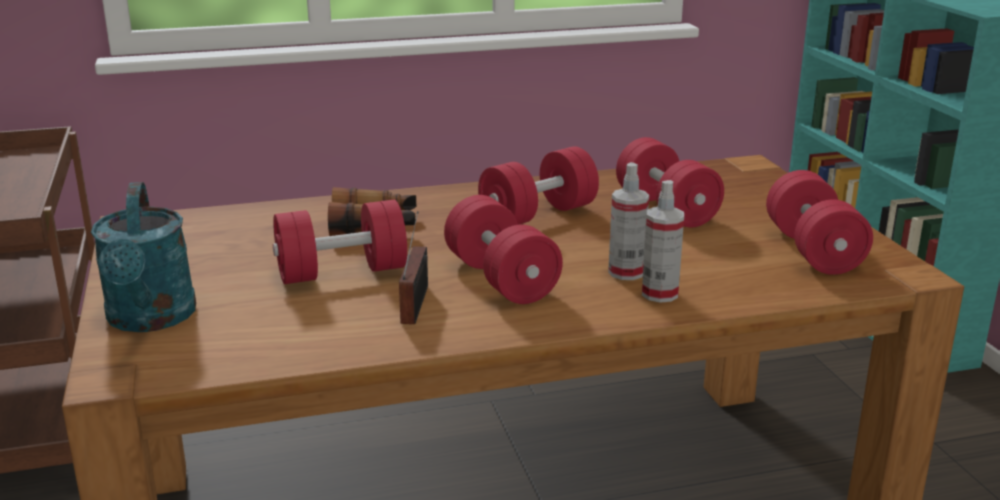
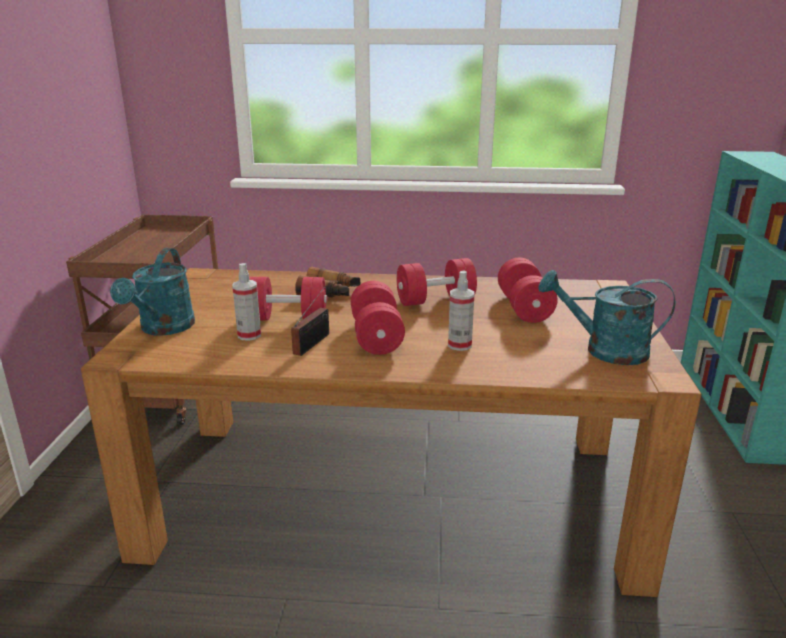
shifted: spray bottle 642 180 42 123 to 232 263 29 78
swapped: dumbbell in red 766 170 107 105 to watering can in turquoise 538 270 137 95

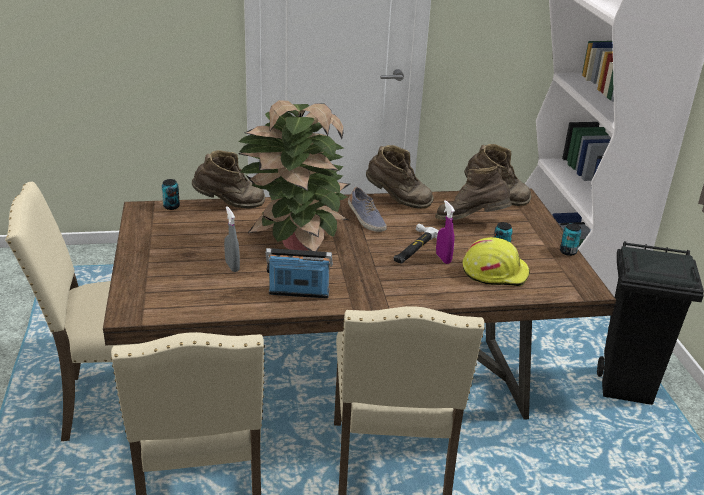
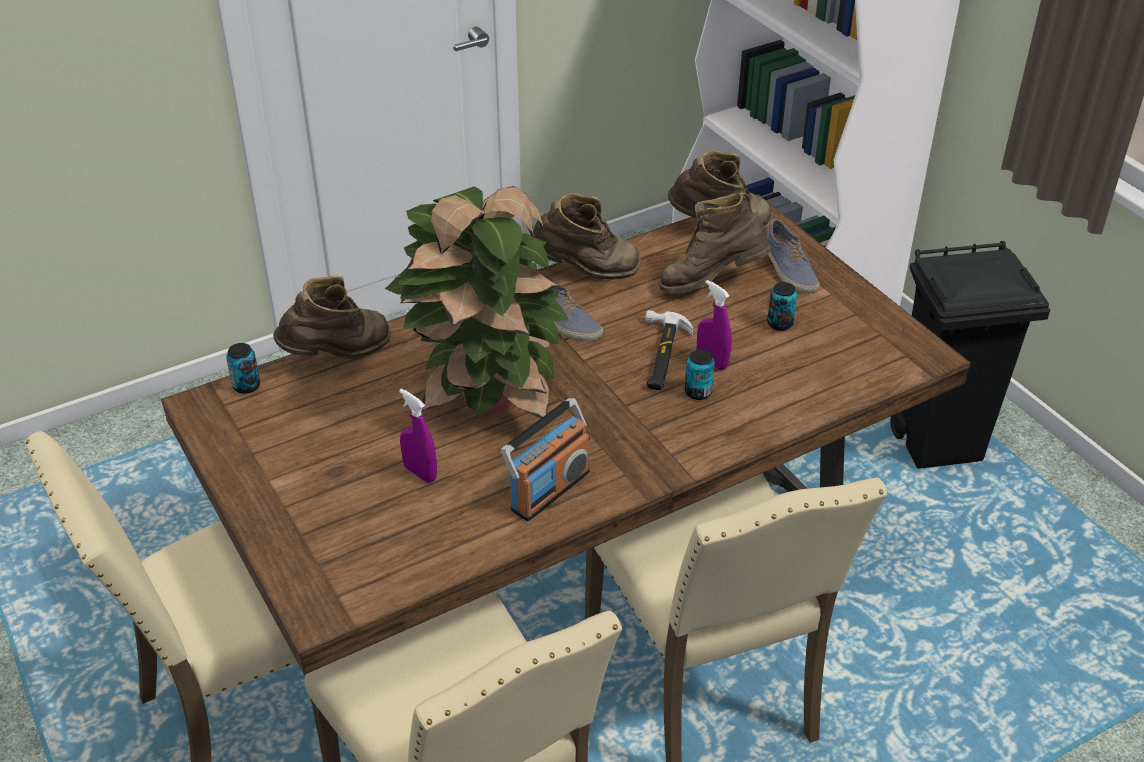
gone: hard hat in yellow 463 237 67 49
new: shoe 766 219 54 74
shifted: can 560 223 21 33 to 685 349 30 51
repainted: spray bottle in grey 224 206 16 66 to spray bottle in purple 399 389 38 94
rotated: radio 266 248 67 50 = 501 398 89 123 150 degrees clockwise

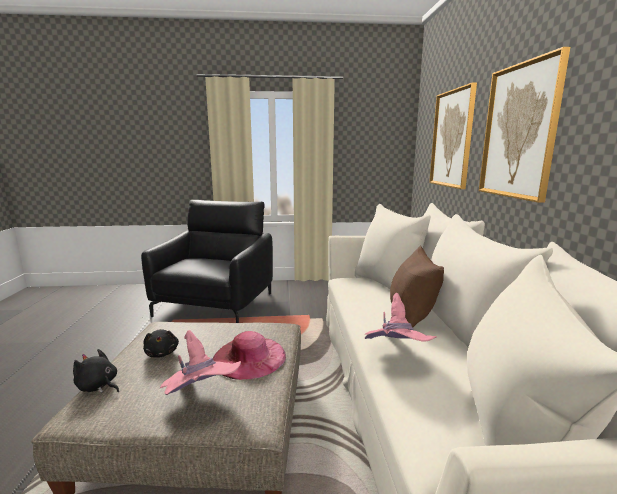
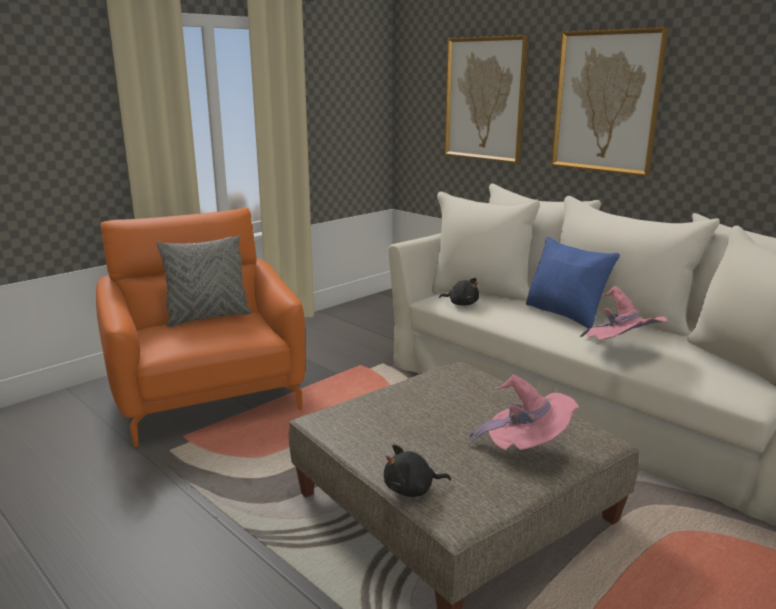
gone: hat in pink 213 331 73 49
new: pillow in grey 156 235 96 92
shifted: plush toy in black 143 329 36 29 to 439 278 40 28
repainted: armchair in black 141 200 132 123 to armchair in orange 96 208 210 239; pillow in brown 390 246 54 82 to pillow in blue 526 237 94 92

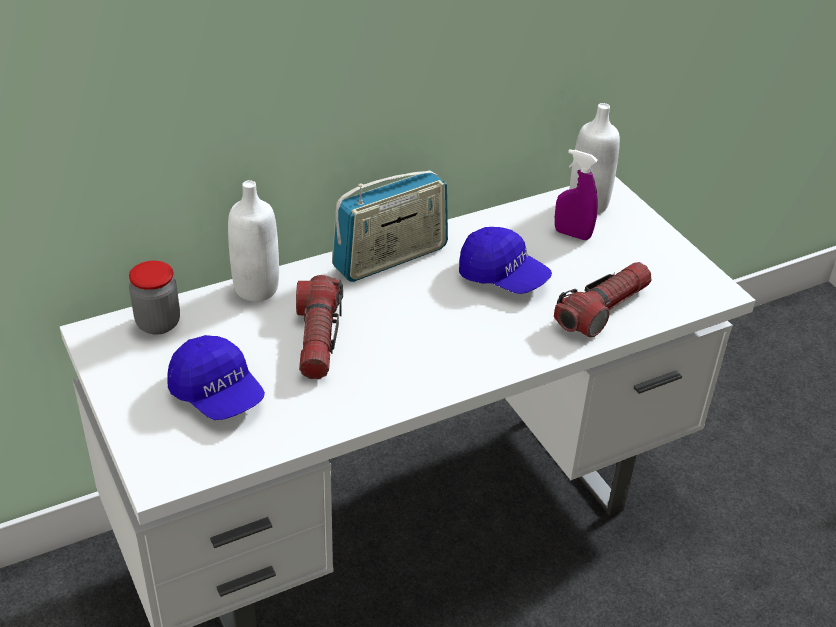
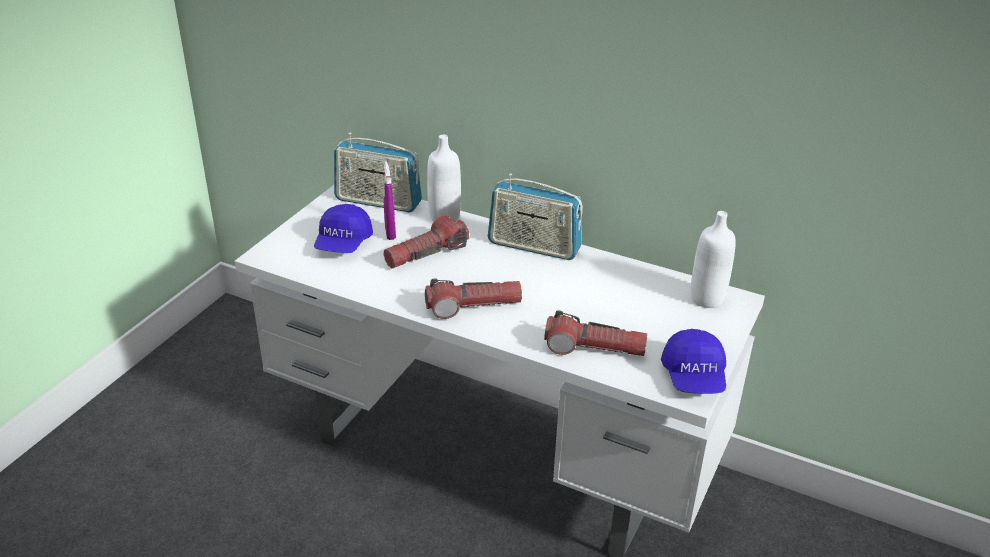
new: flashlight 425 278 97 41
shifted: spray bottle in purple 555 149 43 91 to 384 162 12 78; cap in blue 459 227 93 67 to 661 329 65 65
swapped: jar 129 261 51 74 to radio 334 133 88 79

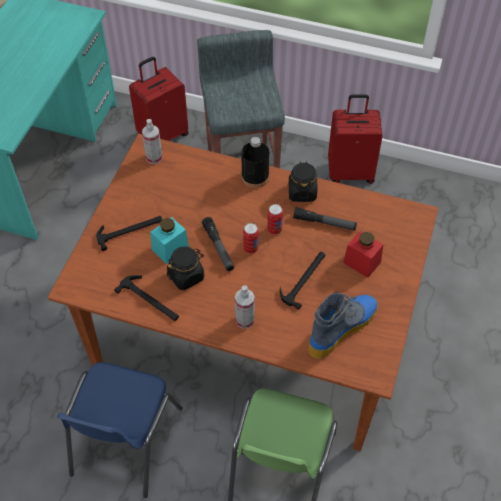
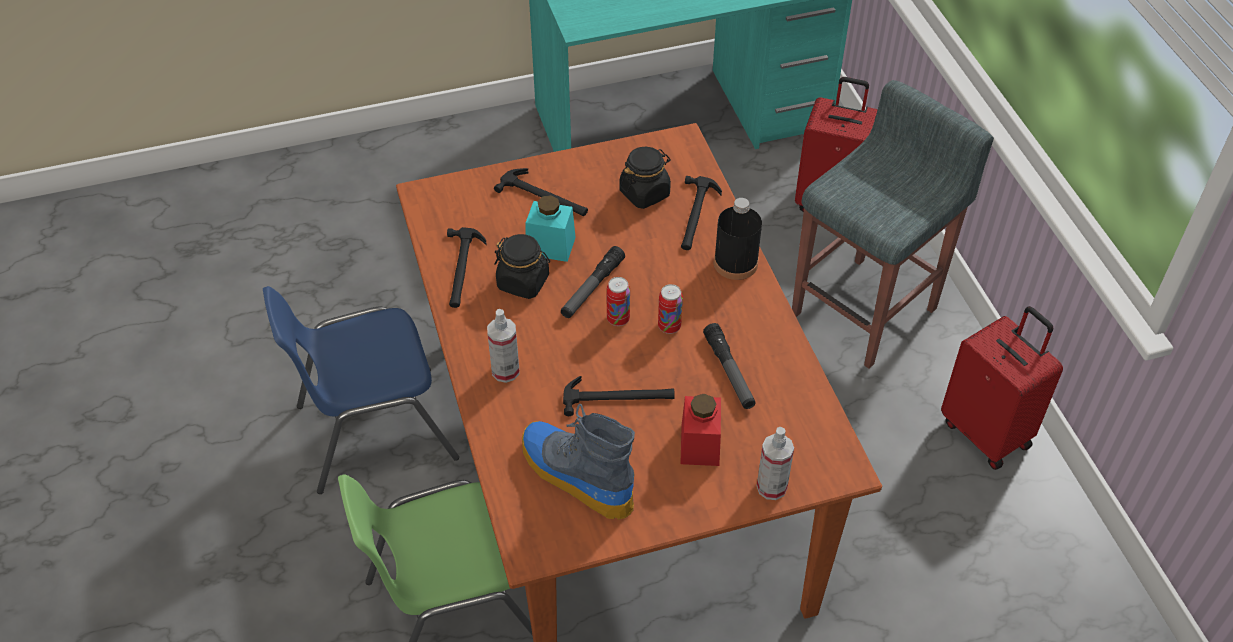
new: hammer 681 176 41 74
shifted: jar in black 289 161 28 41 to 620 147 51 62; spray bottle 142 119 21 45 to 757 427 37 73
rotated: boot 308 292 70 67 = 522 404 113 116 150 degrees counterclockwise

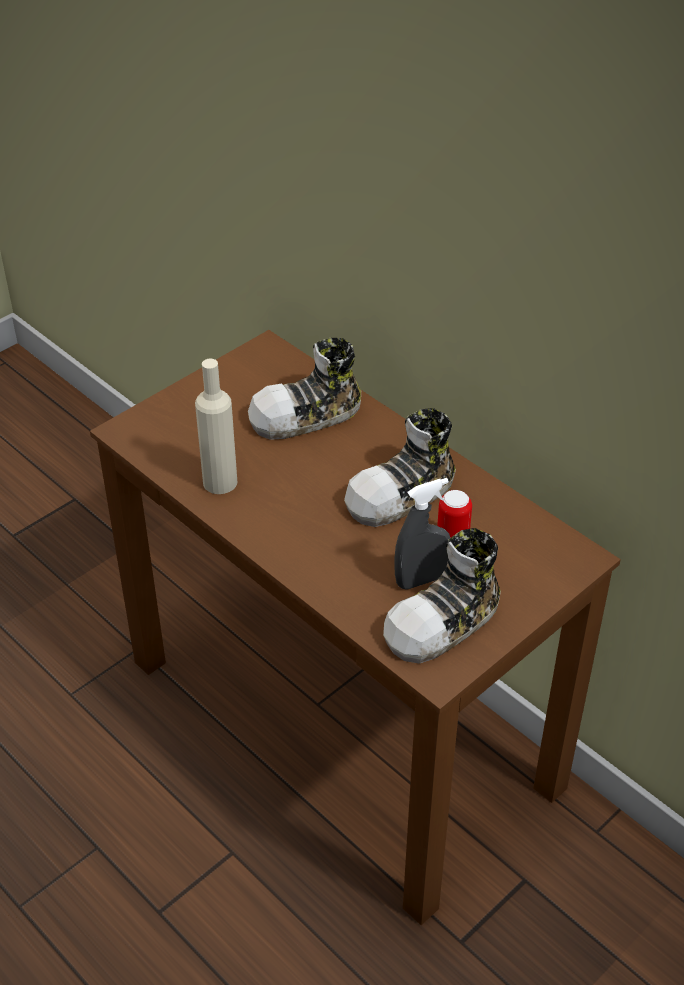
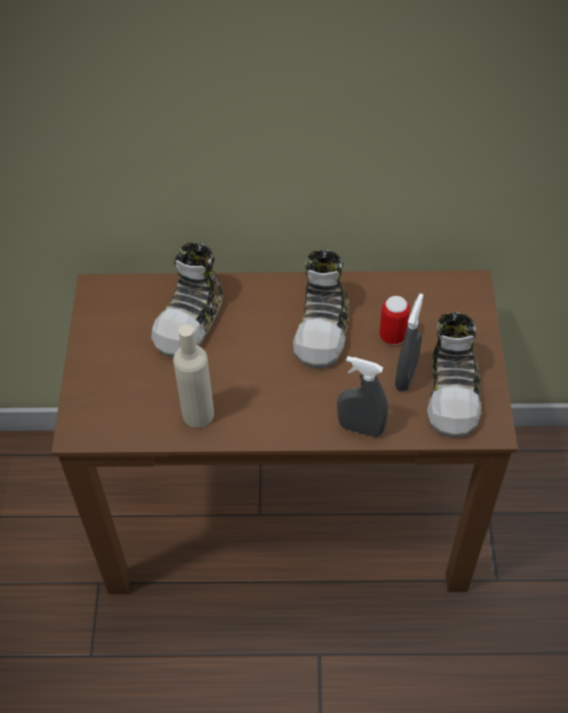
new: spray bottle in grey 337 356 51 81

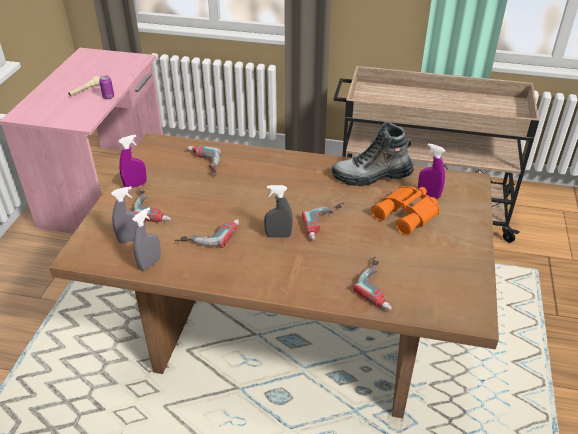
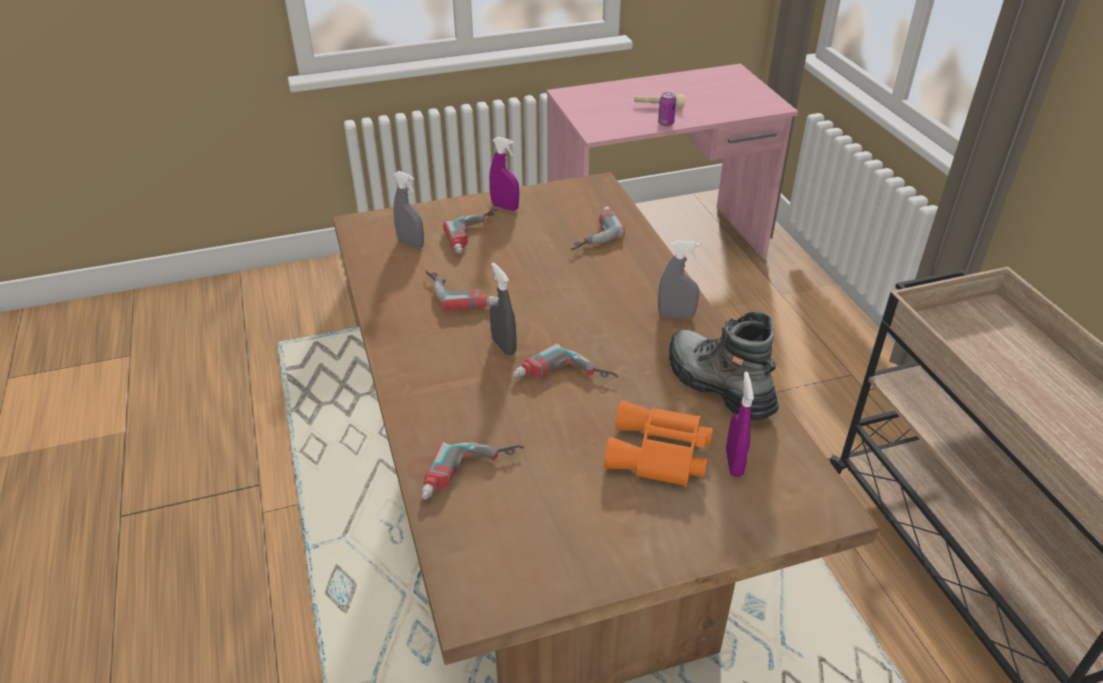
shifted: spray bottle in grey 132 207 29 63 to 658 240 42 80

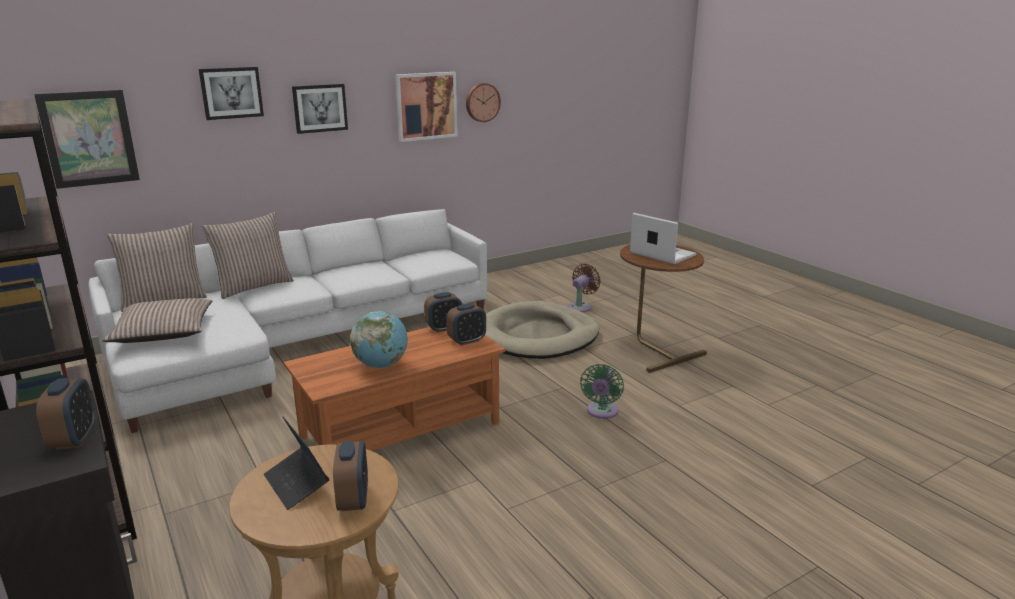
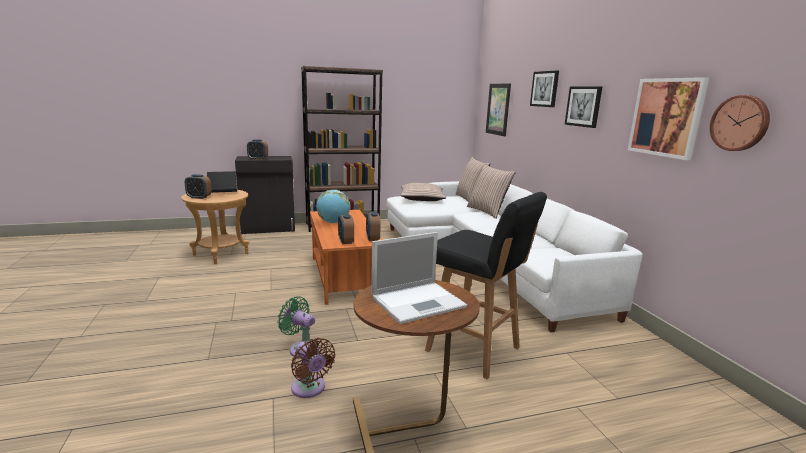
shifted: fan in brown 568 264 33 48 to 291 338 45 60
swapped: dog bed in beige 485 301 114 58 to stool in black 425 192 122 187

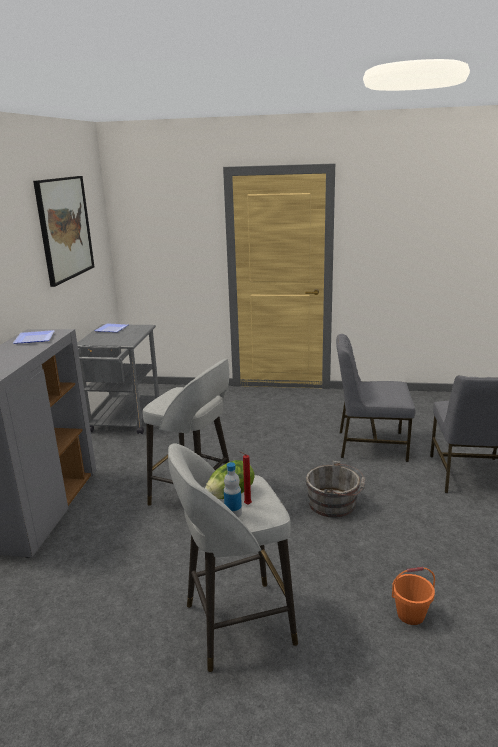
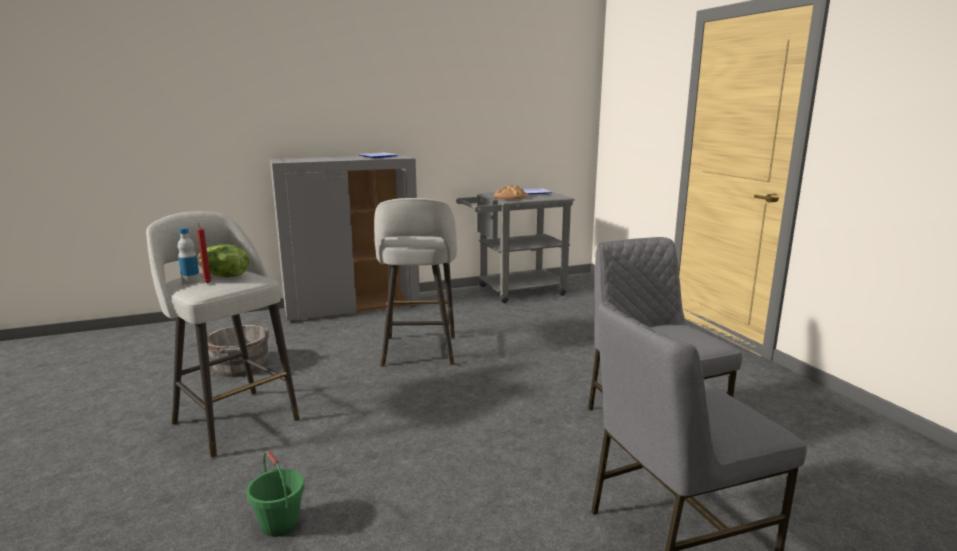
gone: picture 33 176 61 111
new: bread 494 185 33 15
shifted: bucket in grey 306 461 60 57 to 207 325 62 52
repainted: bucket in orange 392 567 43 58 to bucket in green 246 451 58 86

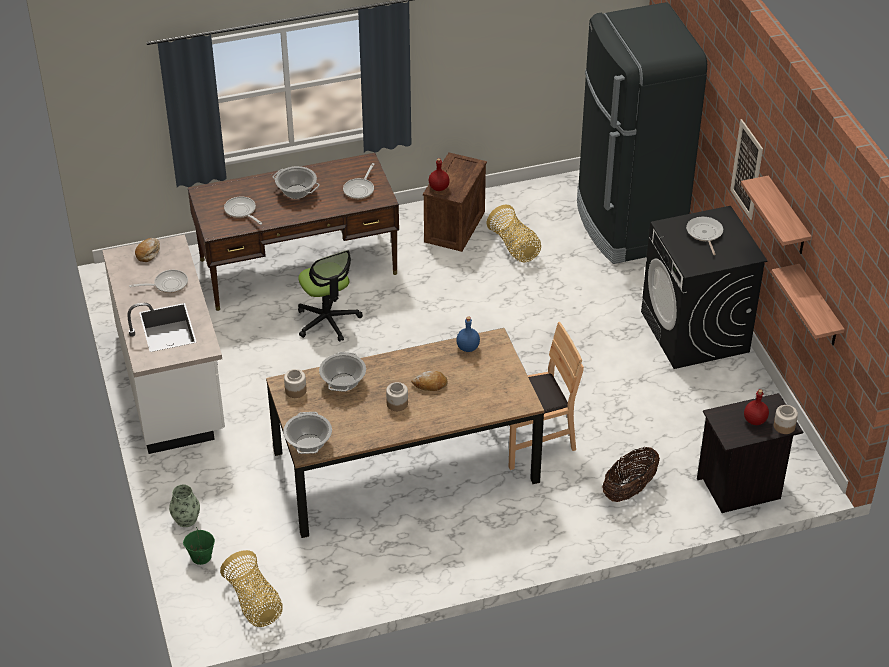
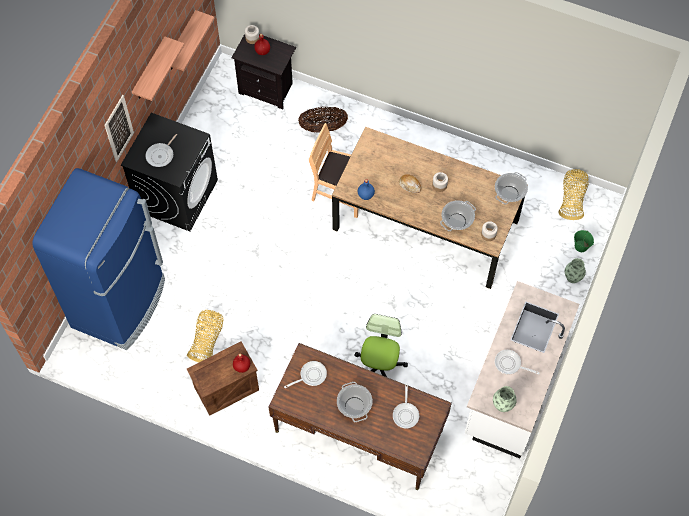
swapped: bread 135 238 25 24 to vase 493 386 24 26
repainted: fridge in black 577 2 130 262 to fridge in blue 32 168 133 182

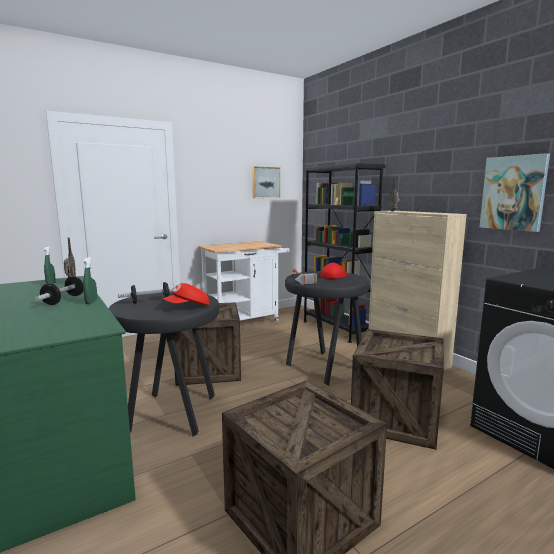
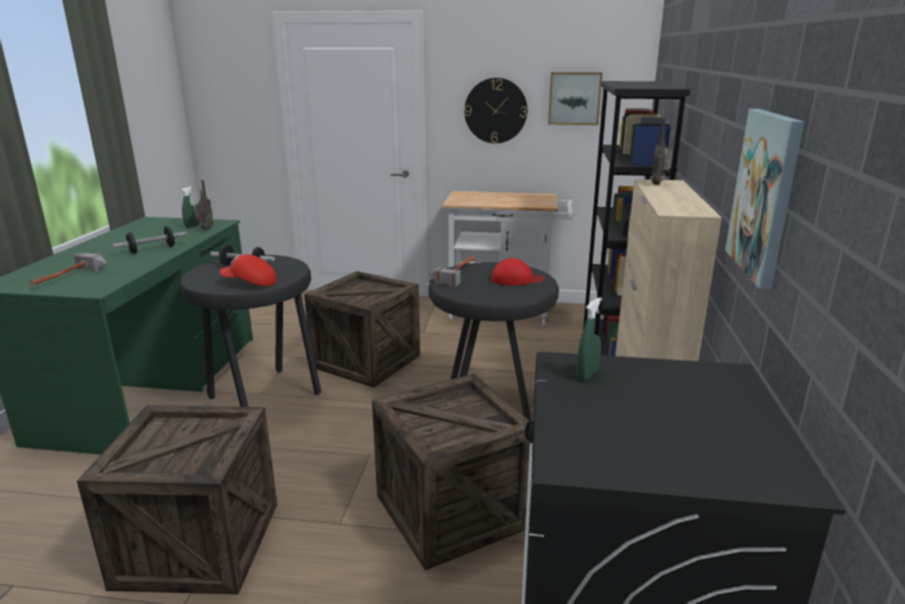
new: hammer 29 252 78 34; wall clock 464 78 63 65
shifted: spray bottle in green 83 257 14 47 to 576 297 26 83

